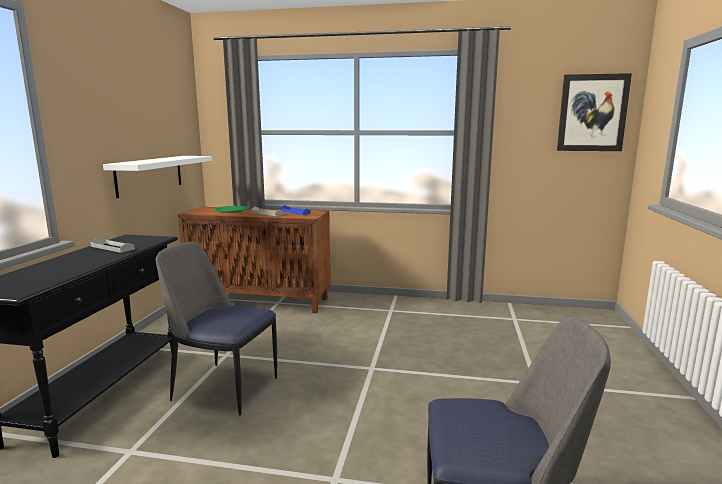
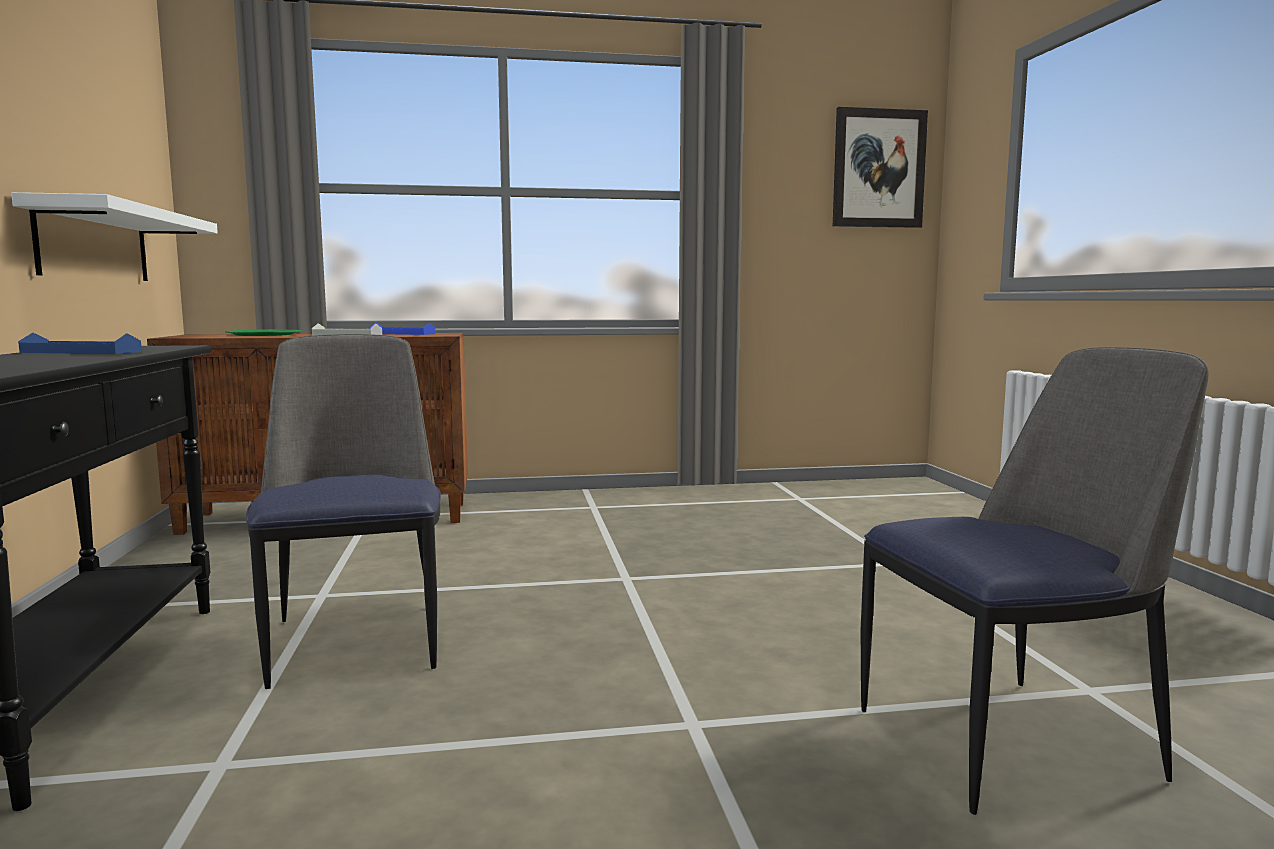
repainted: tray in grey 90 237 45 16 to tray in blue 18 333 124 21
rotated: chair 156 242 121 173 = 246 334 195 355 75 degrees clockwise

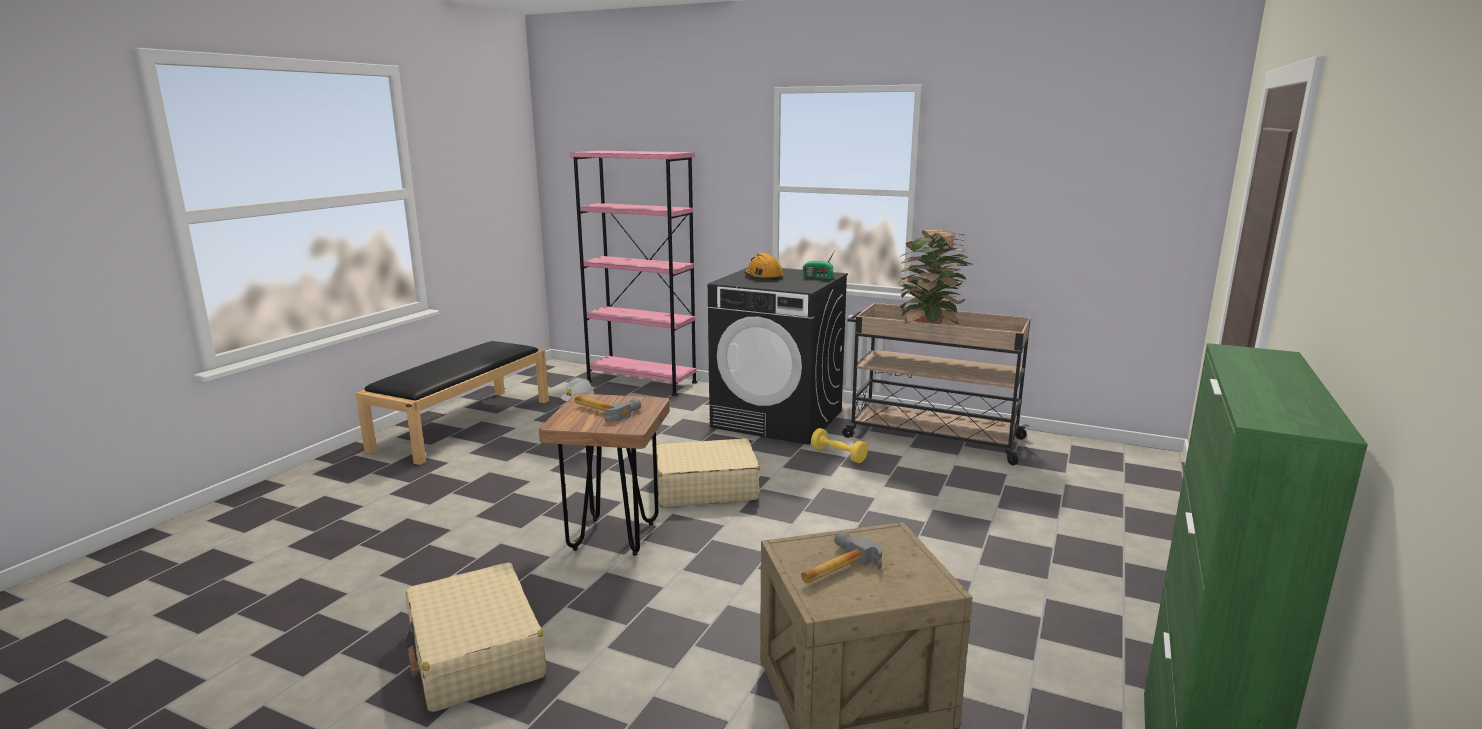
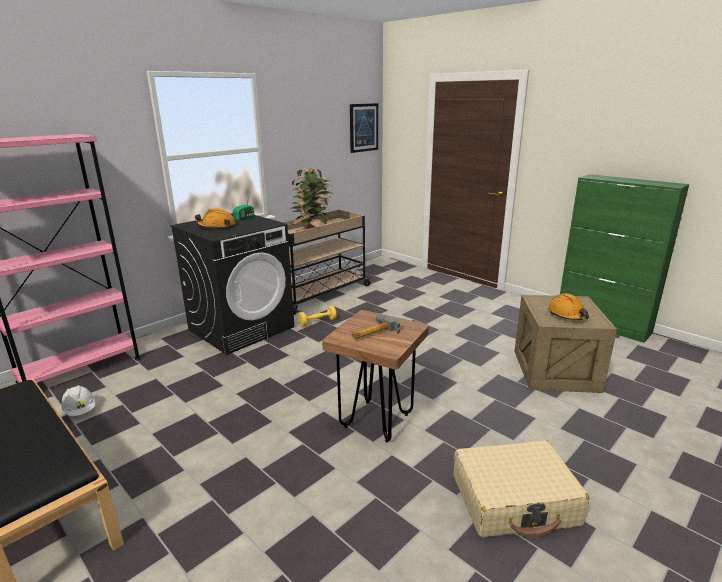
gone: suitcase in beige 656 438 104 69
new: picture 350 103 28 50
swapped: hammer 801 530 81 54 to hard hat in orange 548 293 41 27

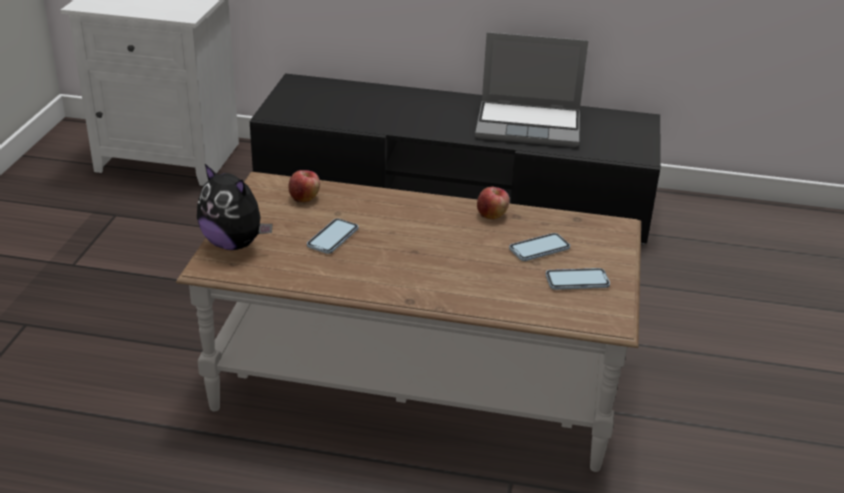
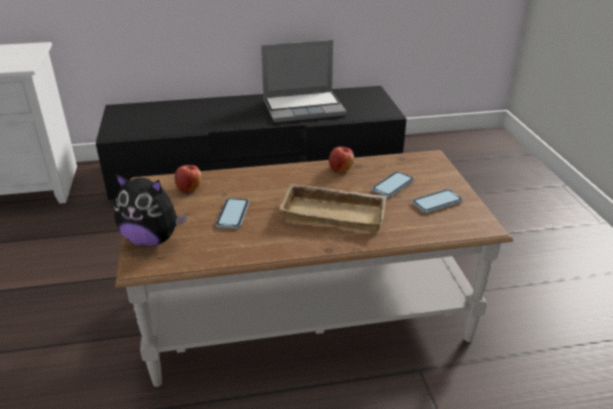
new: tray in beige 279 184 108 48

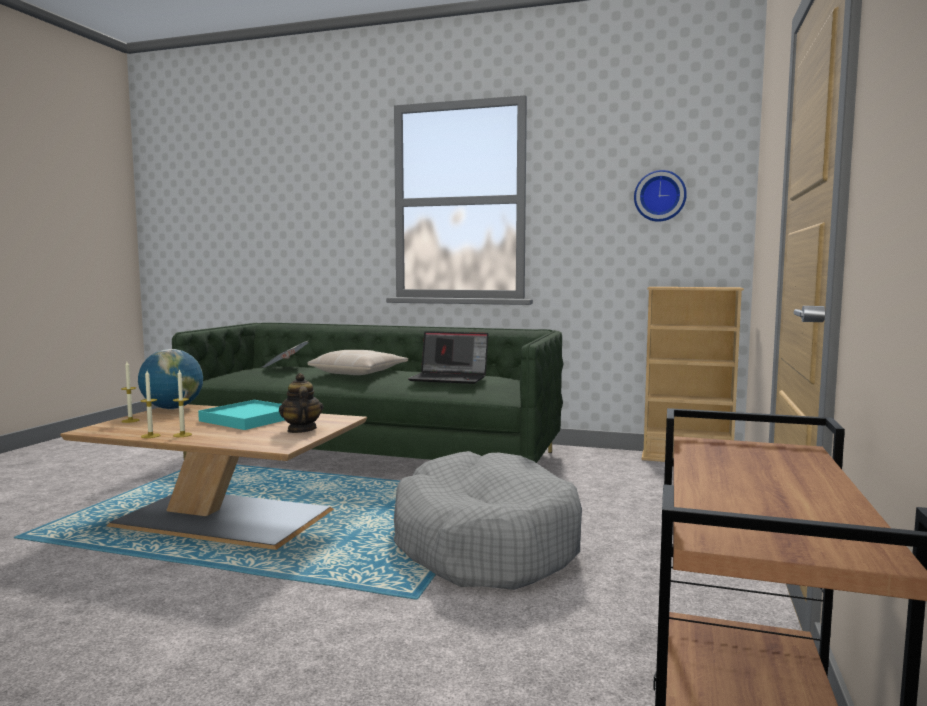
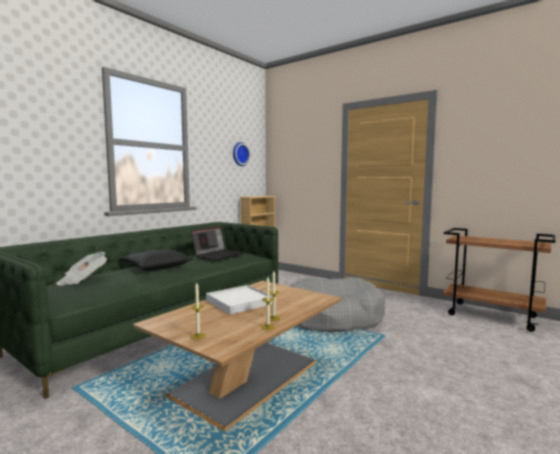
gone: globe 138 349 65 60; teapot 279 373 44 60
repainted: pillow in beige 308 350 100 25 to pillow in black 119 250 74 21; tray in turquoise 198 400 87 30 to tray in white 206 285 66 30

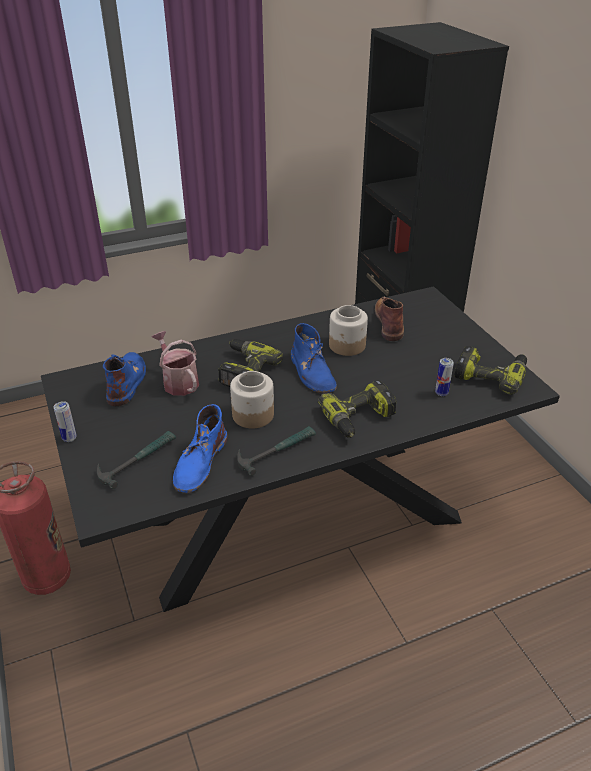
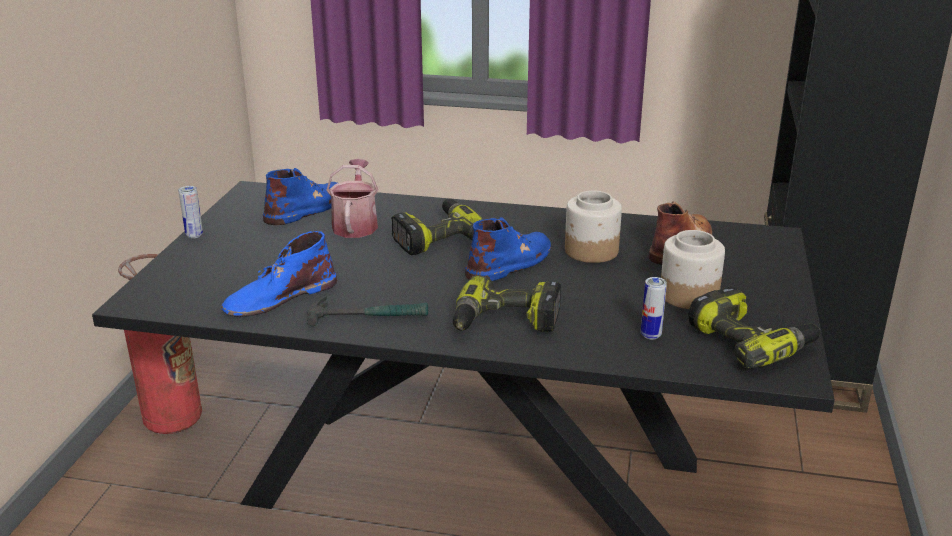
gone: hammer 97 431 79 58
shifted: jar 230 371 44 57 to 661 230 64 79
rotated: boot in blue 291 323 46 70 = 465 217 86 64 150 degrees counterclockwise

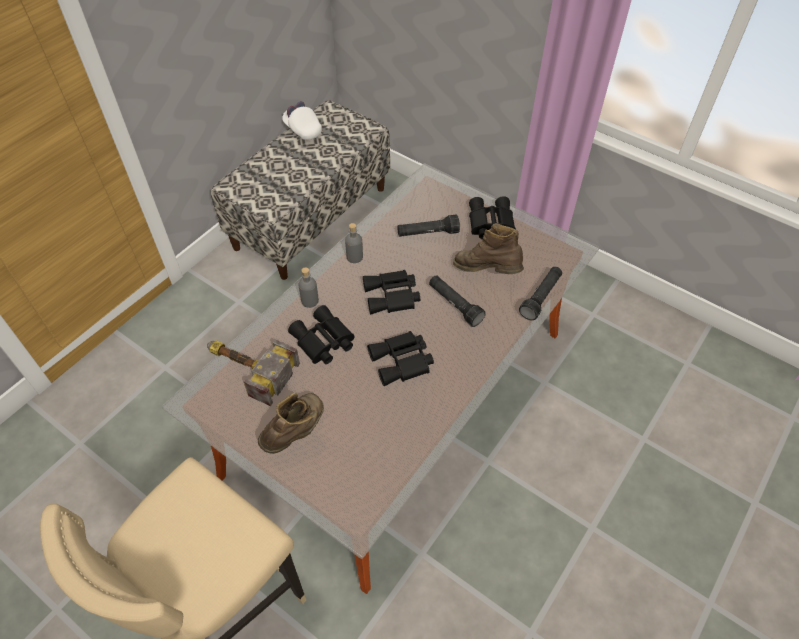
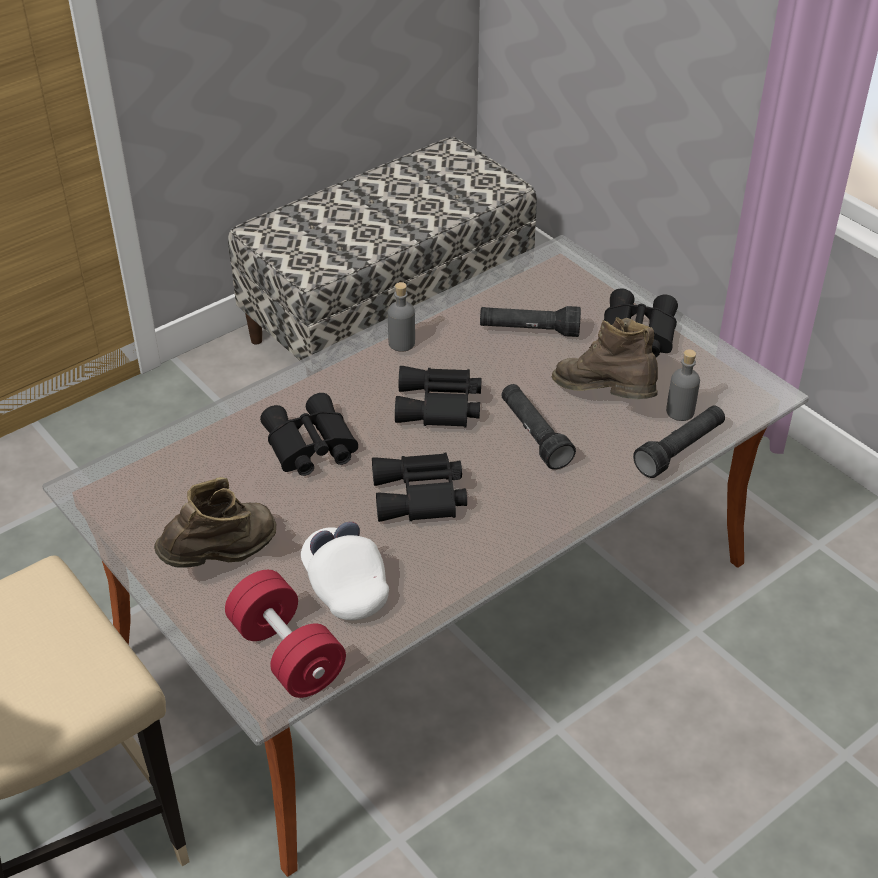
gone: hammer 207 340 93 66
new: dumbbell in red 225 570 121 128
shifted: cap in white 282 101 40 39 to 301 522 88 98; bottle in grey 298 267 21 41 to 666 349 34 72

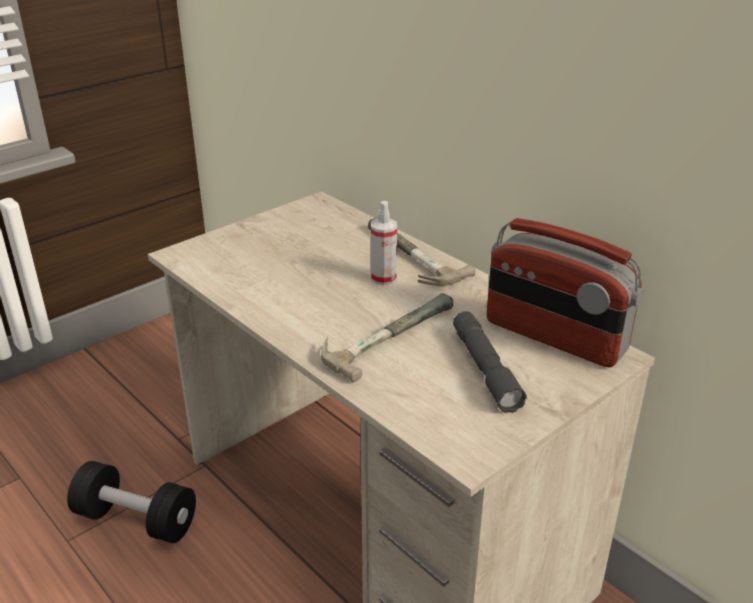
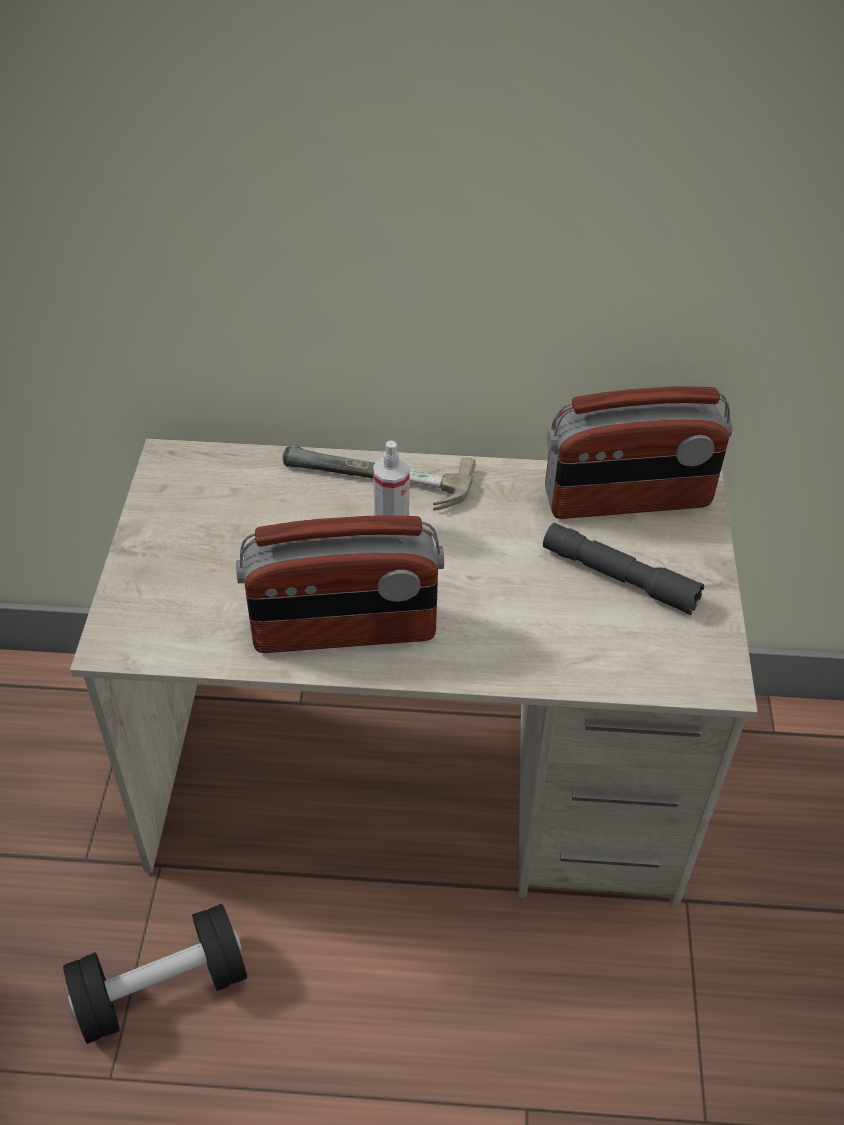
gone: hammer 321 293 132 89
new: radio 236 516 208 137

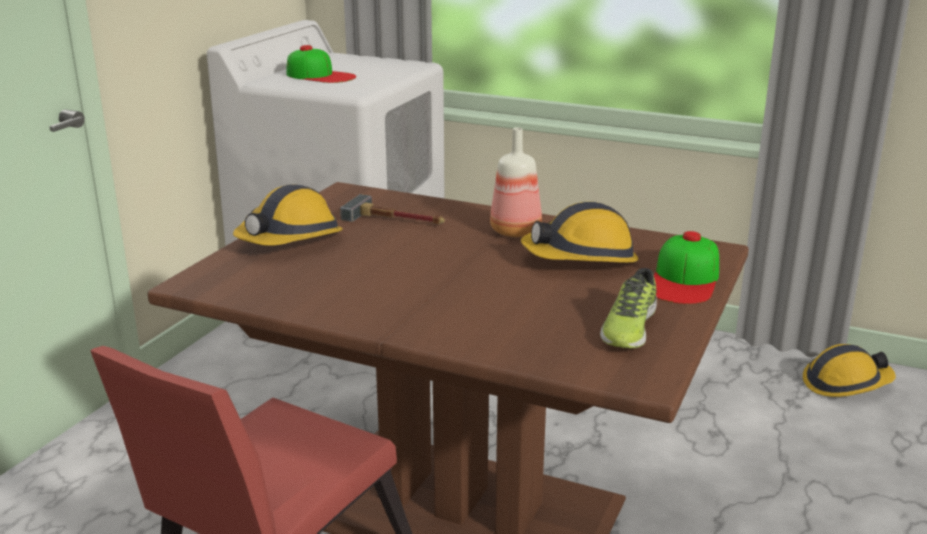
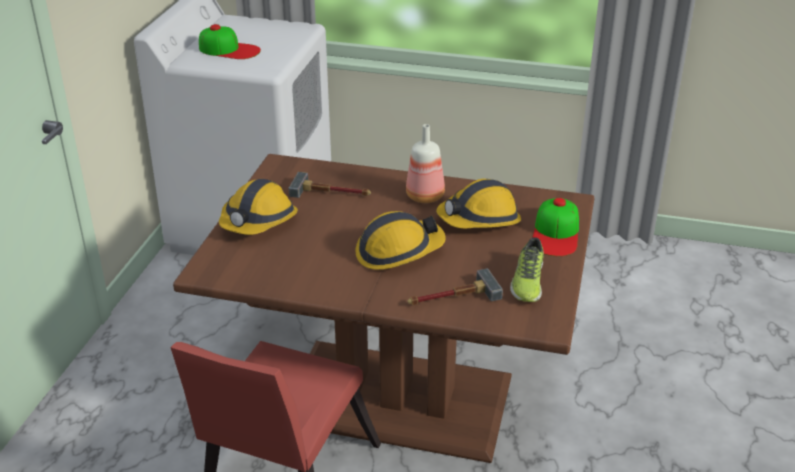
new: hammer 407 268 96 37
shifted: hard hat 803 344 93 53 to 355 211 91 59

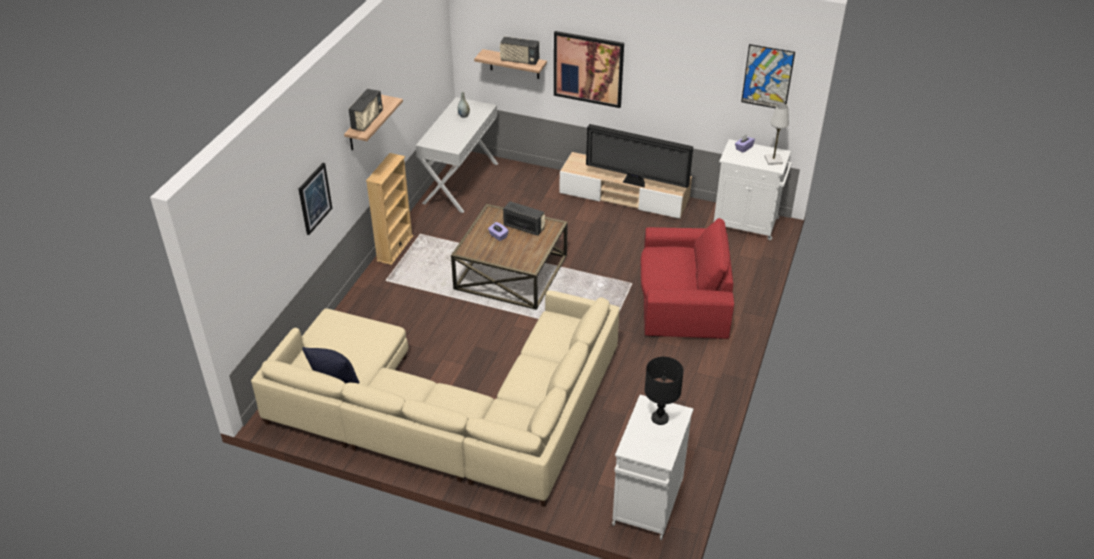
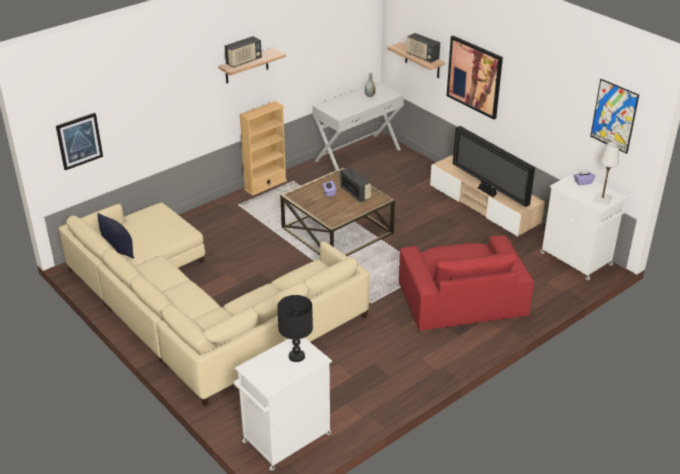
shifted: picture 298 163 34 72 to 56 113 47 57
rotated: armchair in red 641 218 93 121 = 399 235 135 96 45 degrees clockwise

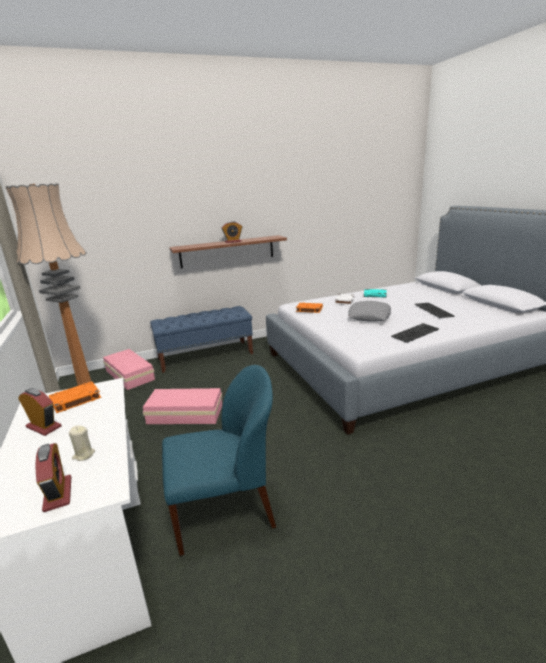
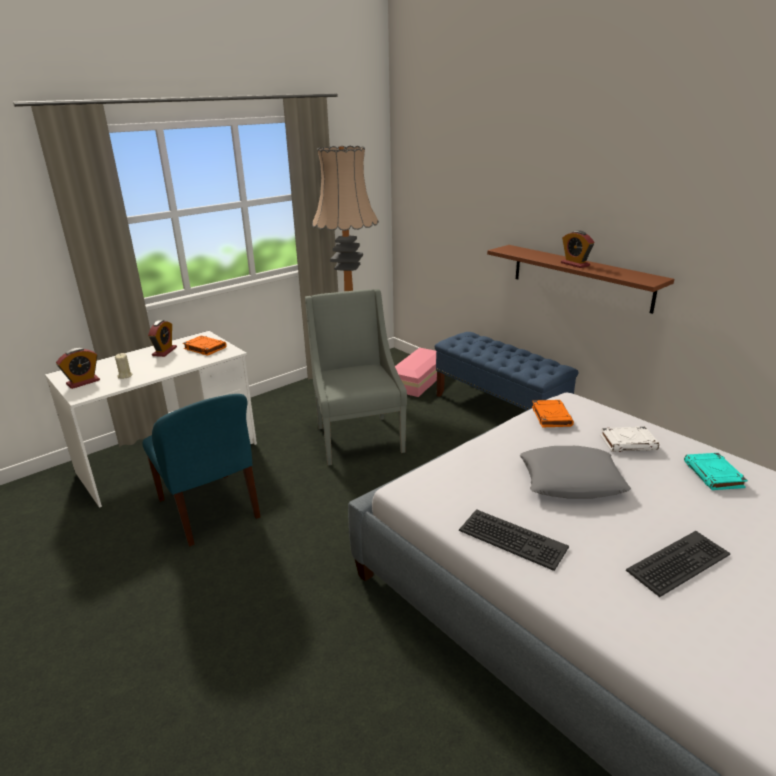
swapped: storage box in pink 143 388 79 36 to armchair in grey 305 289 102 177

